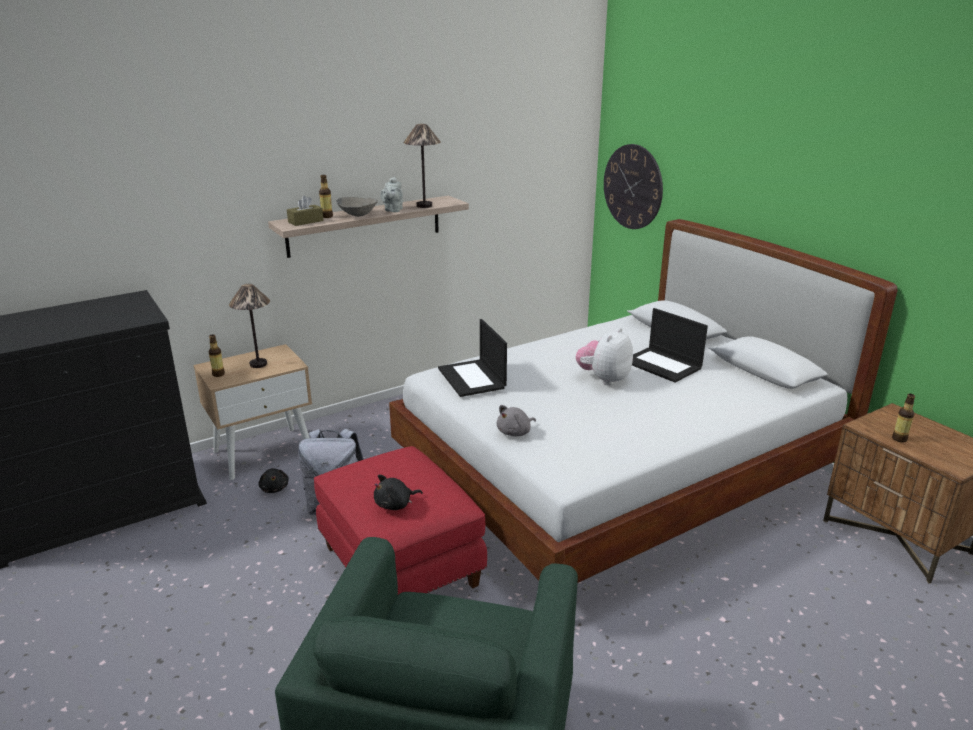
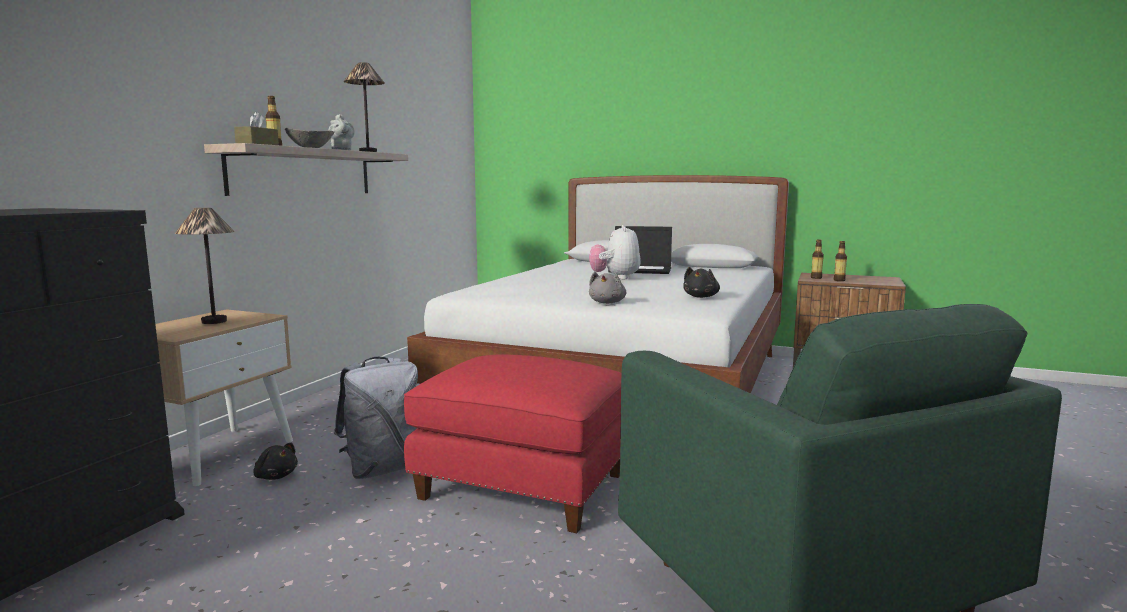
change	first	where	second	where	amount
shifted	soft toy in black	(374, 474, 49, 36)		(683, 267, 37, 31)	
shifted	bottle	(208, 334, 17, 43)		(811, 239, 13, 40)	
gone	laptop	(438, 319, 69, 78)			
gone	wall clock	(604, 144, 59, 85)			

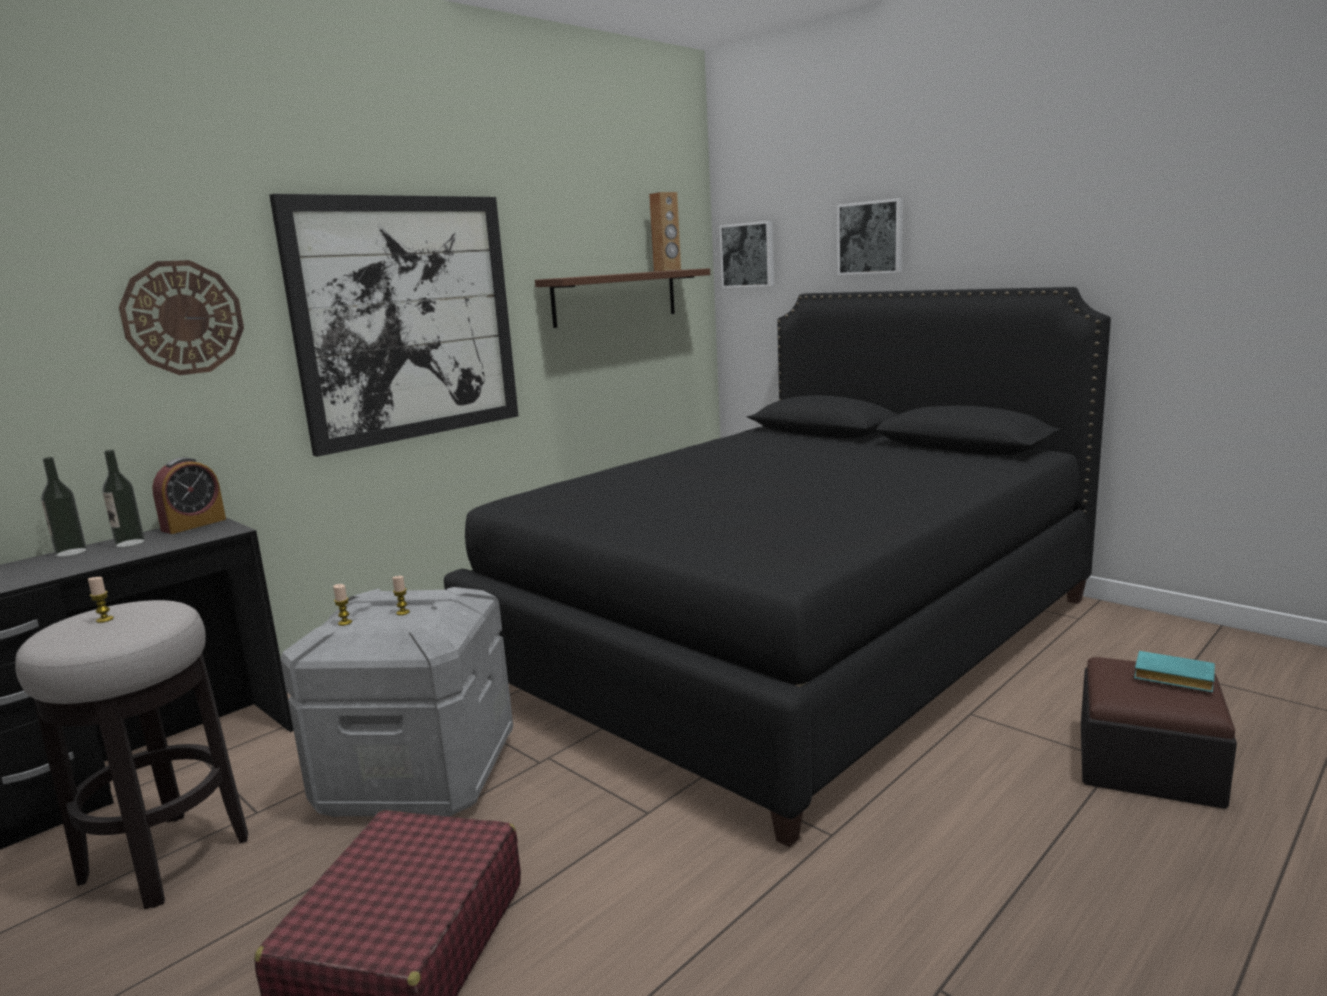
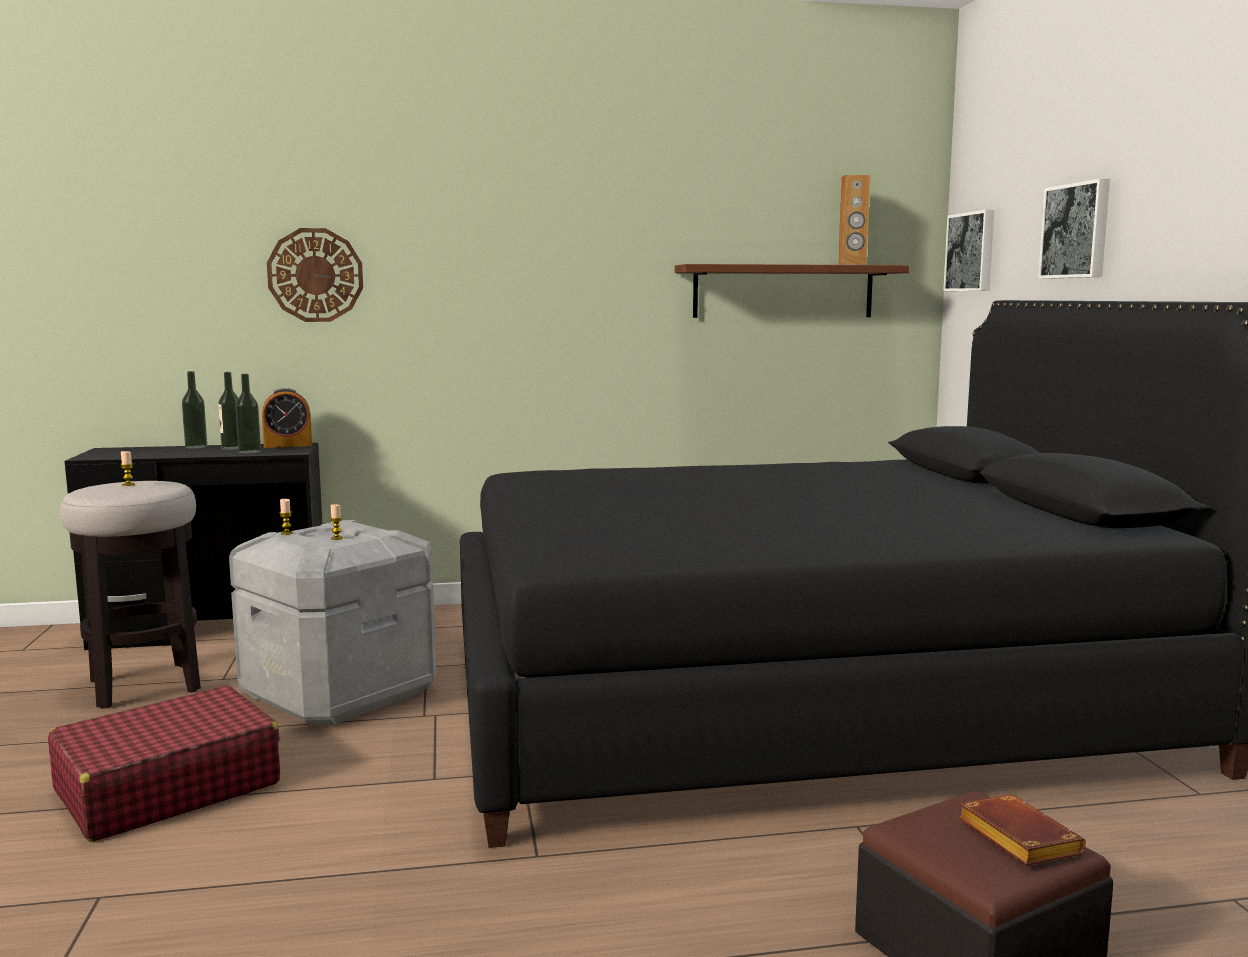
change	first	where	second	where	amount
new			bottle	(235, 374, 26, 80)	
repainted	book in turquoise	(1134, 651, 81, 41)	book in brownish	(958, 795, 128, 71)	
gone	picture	(269, 194, 249, 263)			

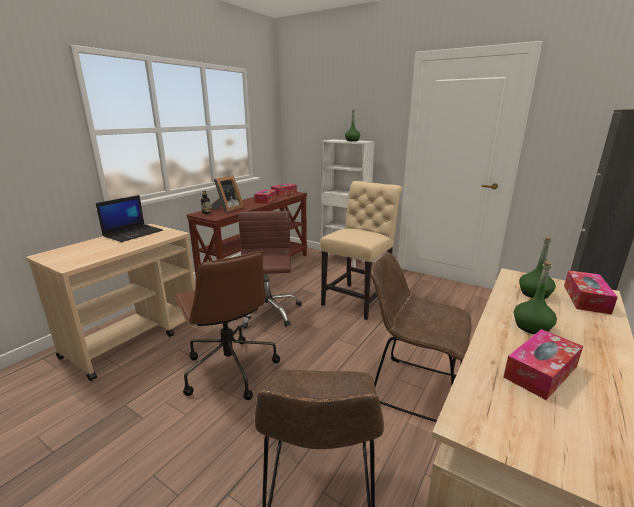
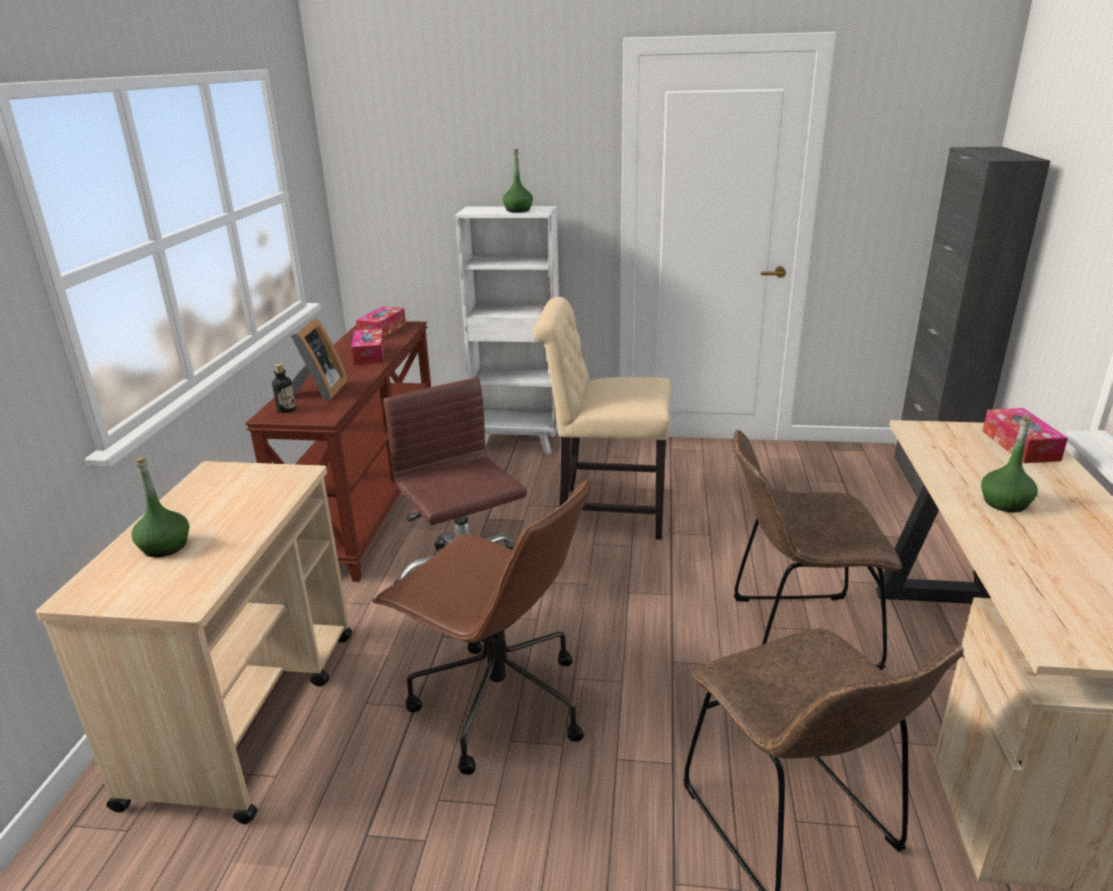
change	first	where	second	where	amount
shifted	bottle in greenish	(519, 237, 37, 62)		(131, 456, 58, 101)	
rotated	plain chair in beige	(320, 181, 82, 139)		(533, 297, 138, 243)	90 degrees counterclockwise
gone	laptop	(96, 195, 67, 47)			
gone	tissue holder	(503, 329, 80, 71)			

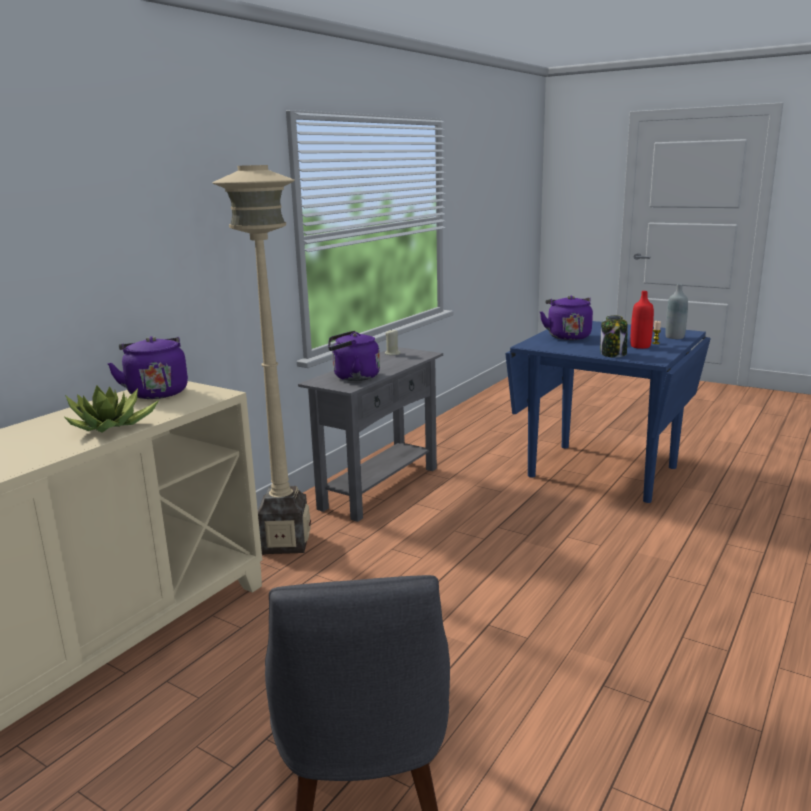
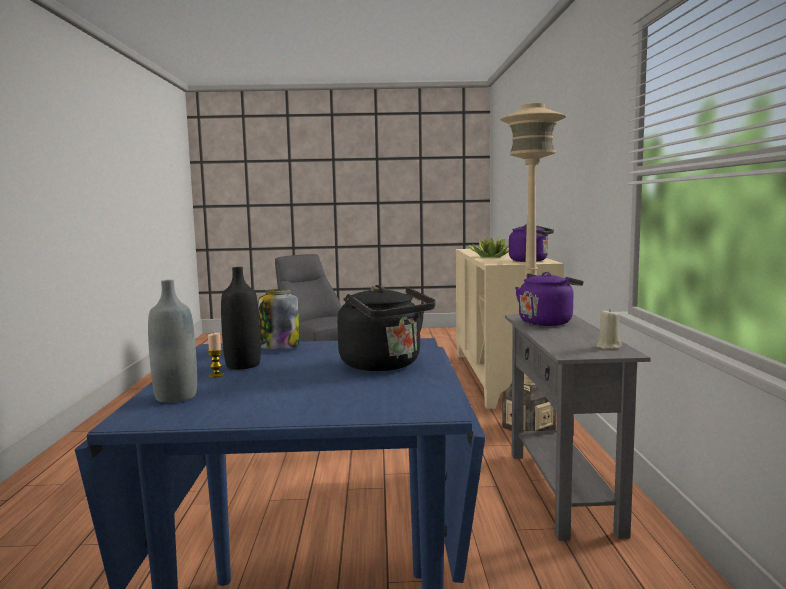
change	first	where	second	where	amount
repainted	bottle in red	(631, 291, 23, 58)	bottle in black	(221, 267, 40, 102)	
repainted	kettle in purple	(540, 295, 53, 45)	kettle in black	(337, 285, 99, 86)	

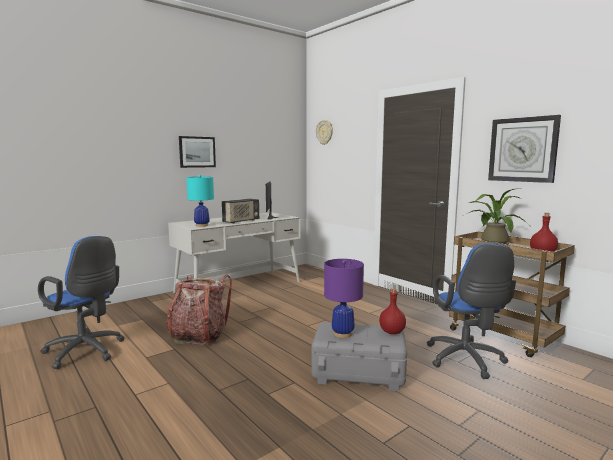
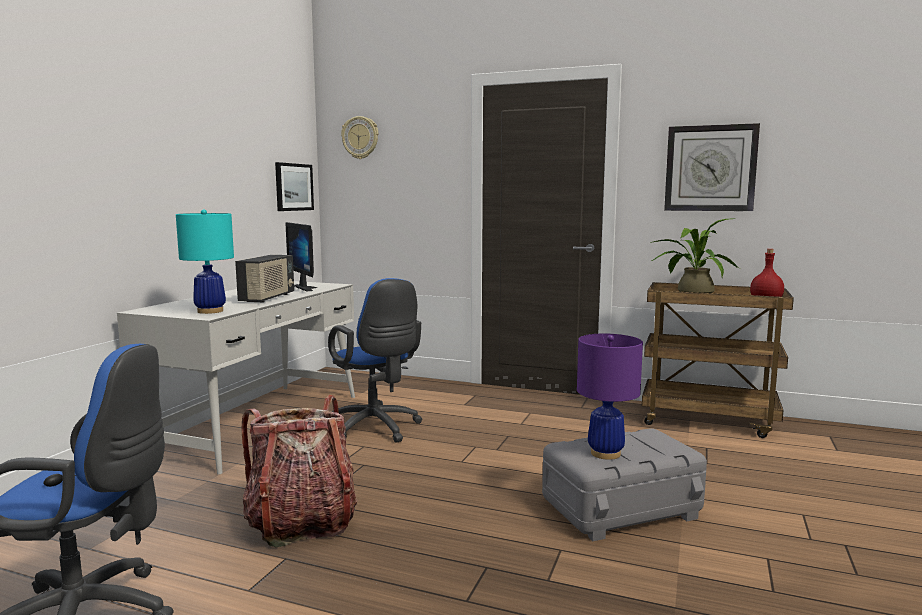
change	first	where	second	where	amount
shifted	picture	(179, 136, 37, 32)		(275, 162, 39, 49)	
shifted	office chair in blue-coloured	(427, 243, 89, 136)		(328, 278, 94, 165)	
gone	bottle in red	(379, 288, 27, 46)			

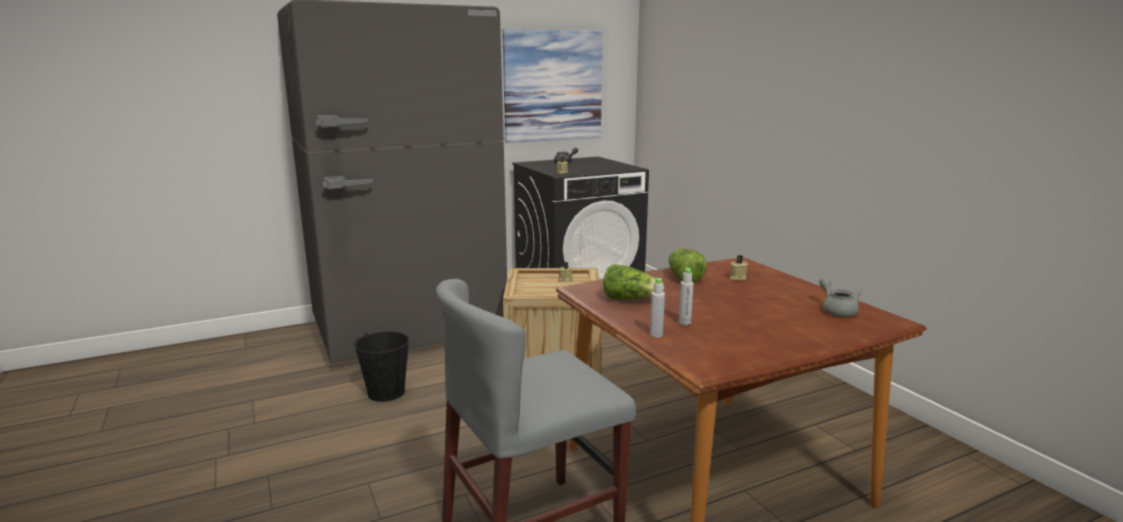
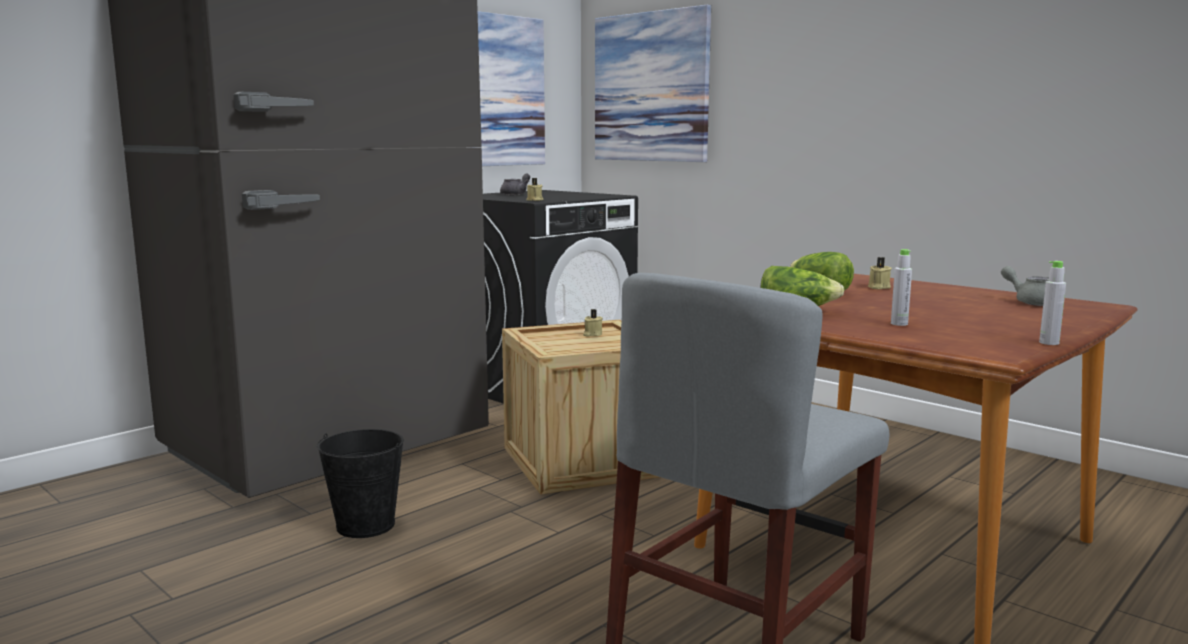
change	first	where	second	where	amount
new			picture	(595, 5, 116, 157)	
shifted	bottle in gray	(650, 278, 15, 60)		(1039, 261, 27, 84)	

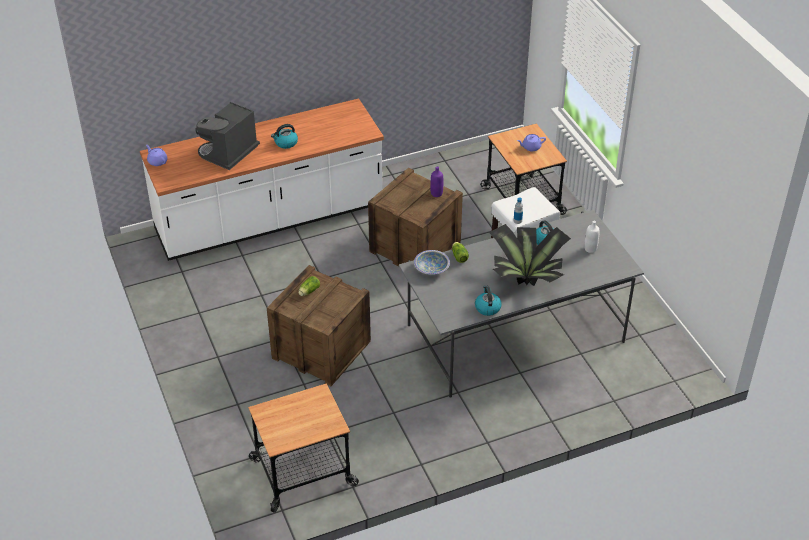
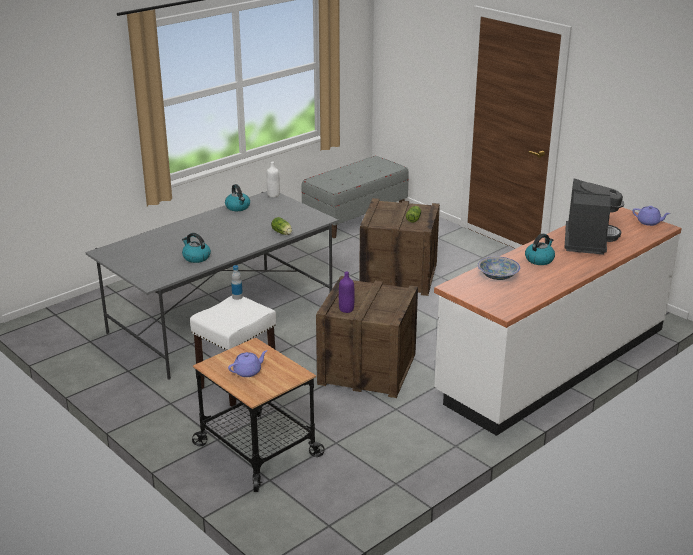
change	first	where	second	where	amount
shifted	bottle in white	(584, 221, 16, 32)		(266, 162, 14, 35)	
swapped	trolley	(248, 383, 111, 130)	indoor bench in gray	(301, 156, 108, 82)	
shifted	serving bowl	(414, 250, 36, 25)		(477, 257, 43, 23)	
gone	houseplant	(489, 224, 82, 62)			

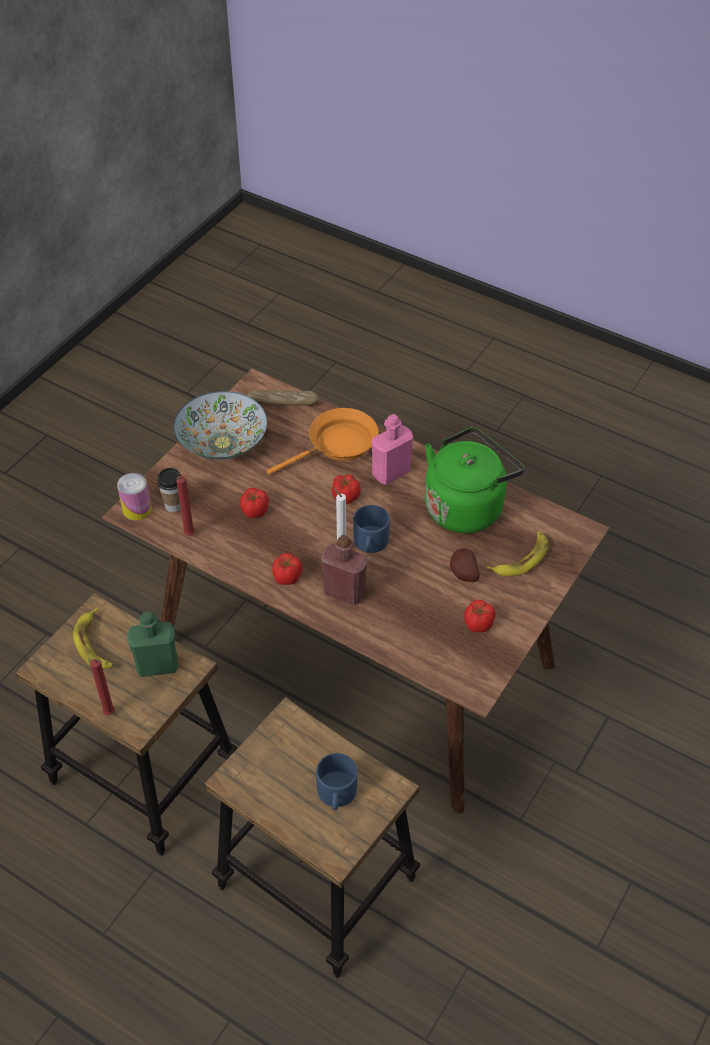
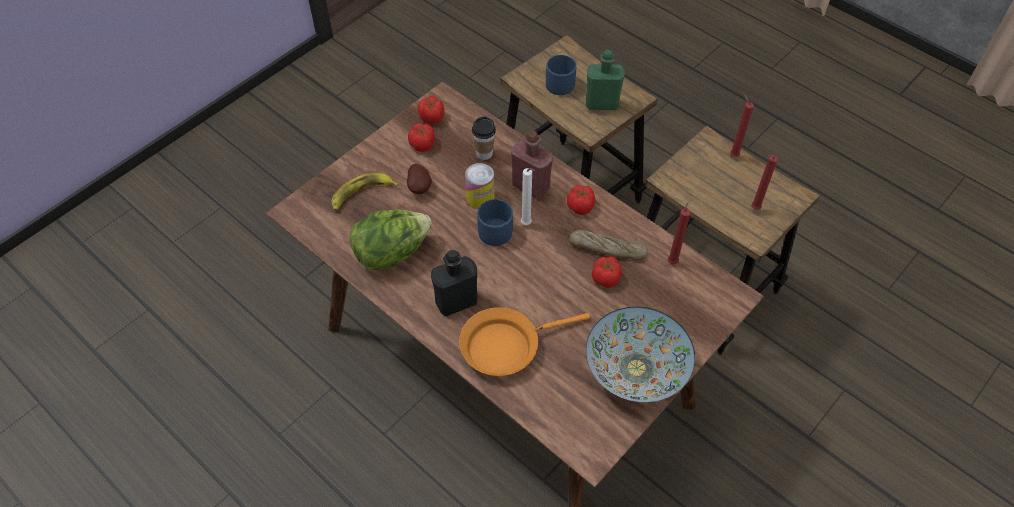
change	first	where	second	where	amount
swapped	kettle in greenish	(425, 427, 99, 106)	lettuce	(350, 209, 82, 61)	
shifted	whole tomato	(332, 474, 29, 30)		(418, 96, 26, 27)	
repainted	bottle in pinkish	(372, 414, 41, 71)	bottle in black	(431, 250, 46, 66)	
shifted	metal can	(117, 473, 35, 47)		(465, 163, 29, 46)	
shifted	small cup	(157, 468, 24, 44)		(472, 117, 24, 43)	
shifted	bakery bread	(247, 389, 72, 17)		(569, 230, 79, 30)	
shifted	bottle in greenish	(127, 612, 51, 65)		(586, 50, 39, 60)	
swapped	whole banana	(73, 608, 40, 61)	candle in red	(751, 155, 27, 55)	

